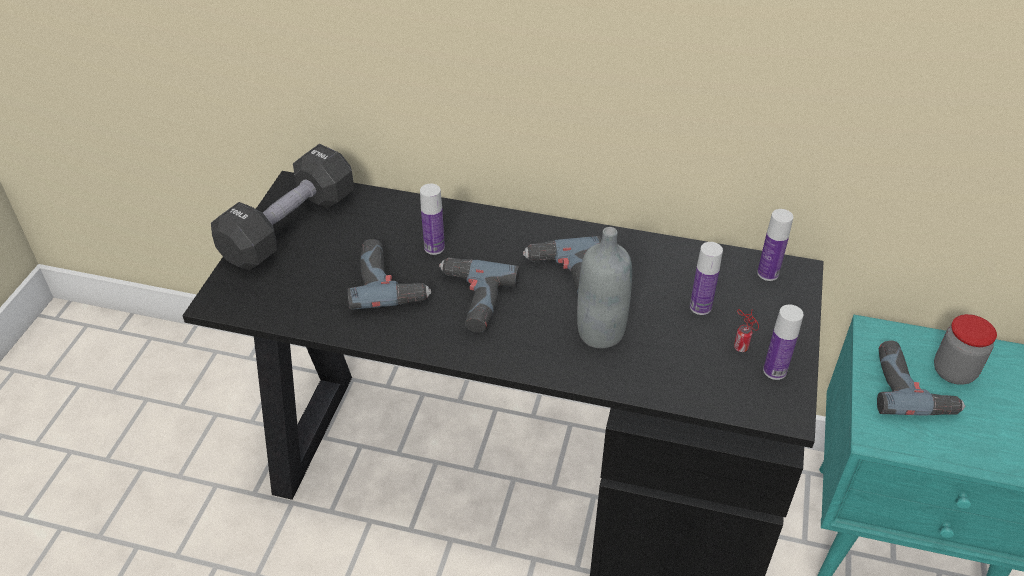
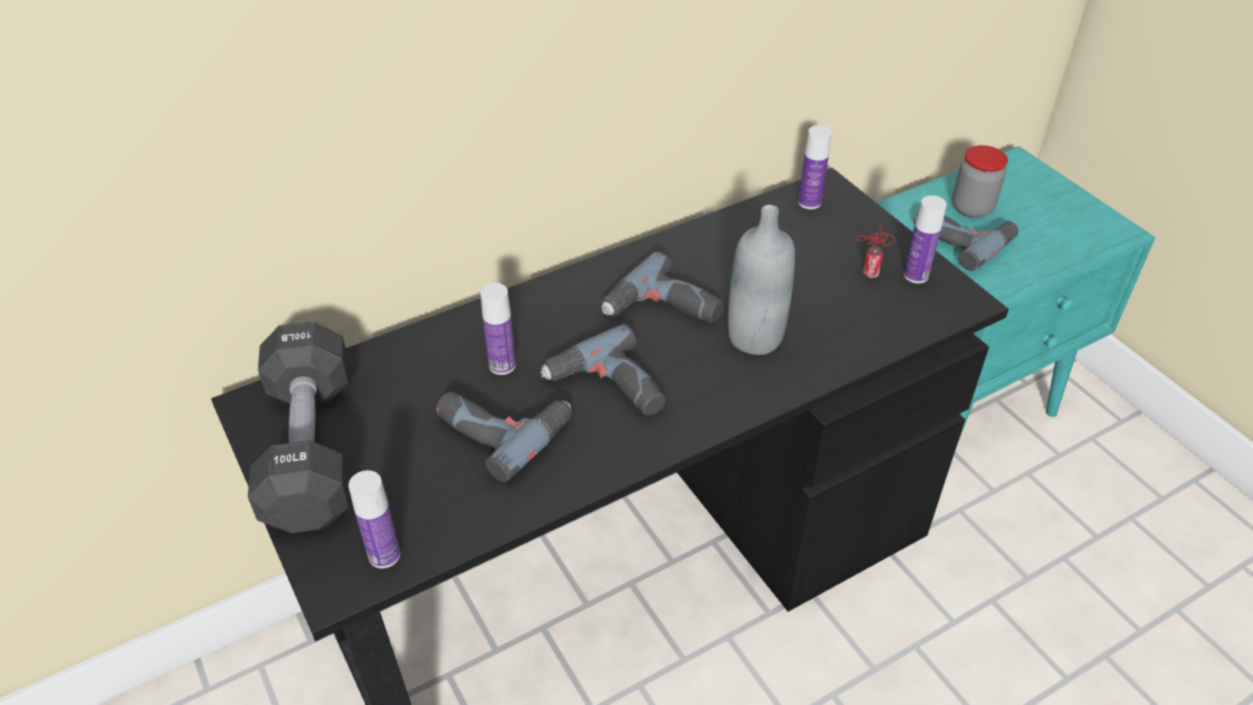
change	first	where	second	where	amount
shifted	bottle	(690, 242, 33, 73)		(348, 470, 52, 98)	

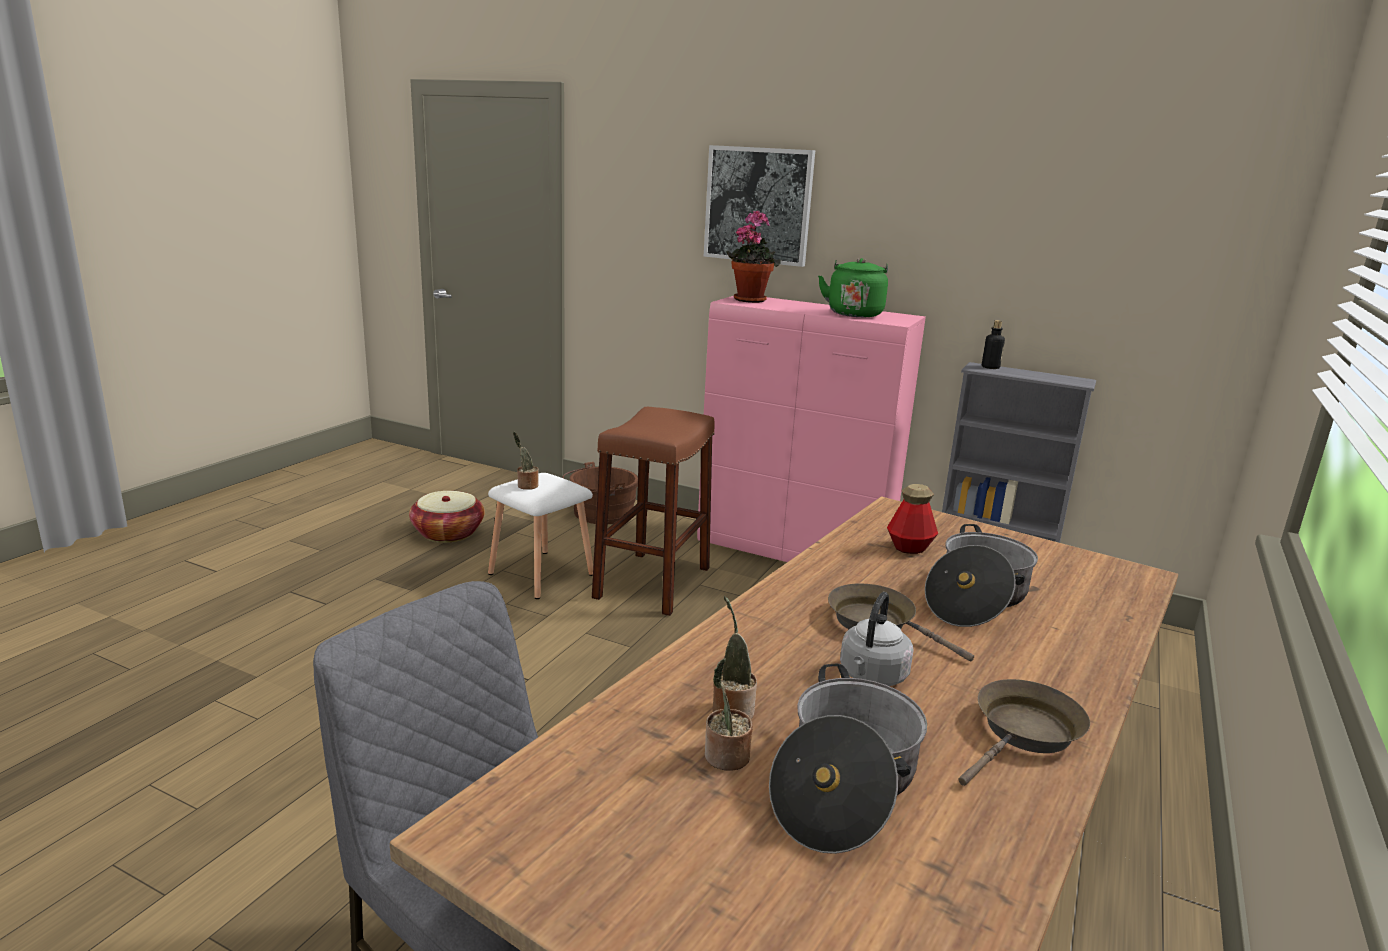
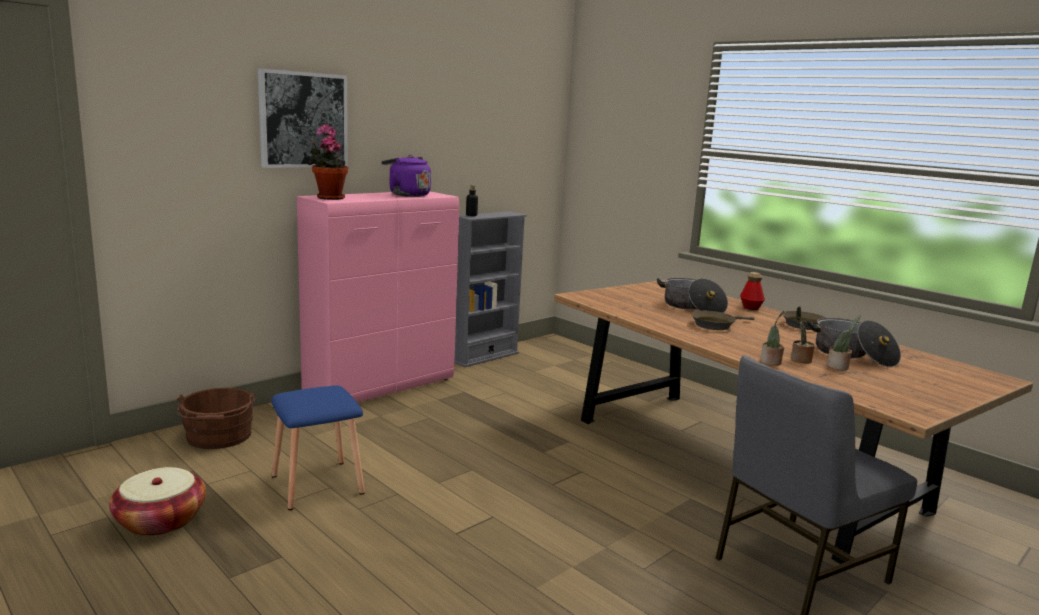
change	first	where	second	where	amount
repainted	sitting stool in white	(488, 473, 105, 126)	sitting stool in blue-coloured	(271, 385, 94, 125)	
repainted	kettle in greenish	(818, 258, 70, 59)	kettle in purple	(381, 155, 50, 42)	
shifted	bottle	(887, 484, 51, 70)		(740, 272, 25, 38)	
shifted	houseplant	(513, 432, 26, 58)		(760, 311, 24, 55)	
gone	sitting stool in brownish	(592, 407, 123, 209)			
gone	kettle in gray	(840, 592, 74, 94)			

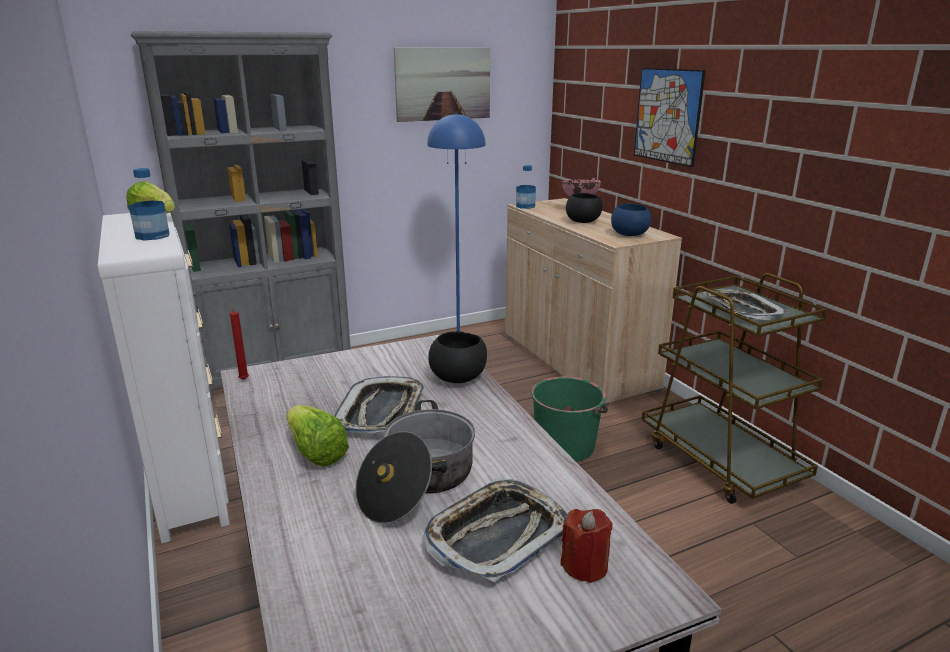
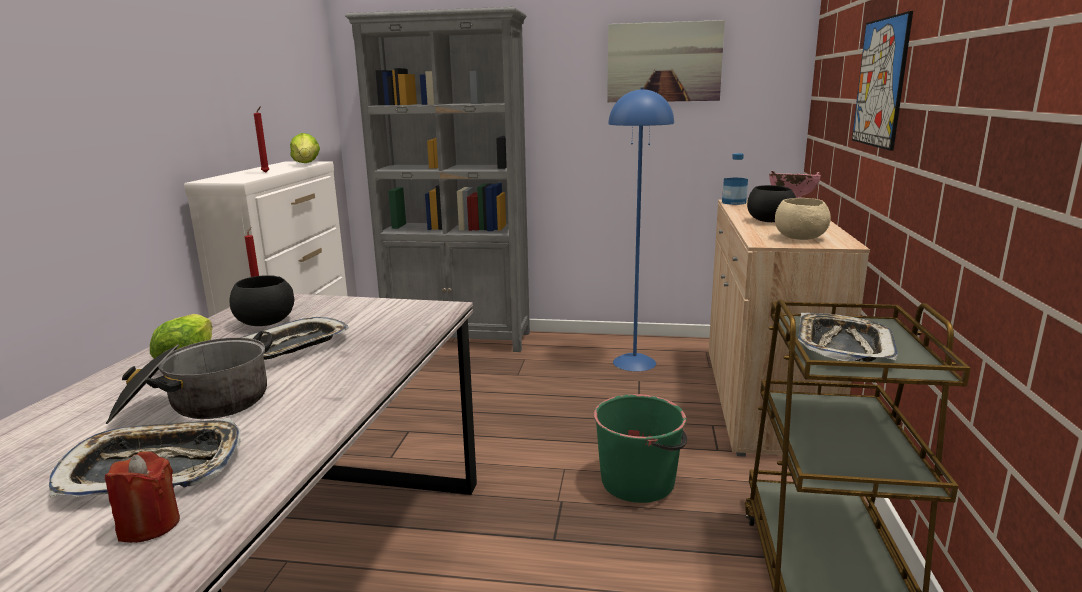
change	first	where	second	where	amount
shifted	serving bowl in black	(428, 331, 59, 52)		(230, 275, 64, 51)	
swapped	bottle	(129, 168, 40, 72)	candle in red	(254, 106, 15, 67)	
repainted	serving bowl in blue-coloured	(611, 204, 40, 32)	serving bowl in beige	(775, 198, 56, 42)	

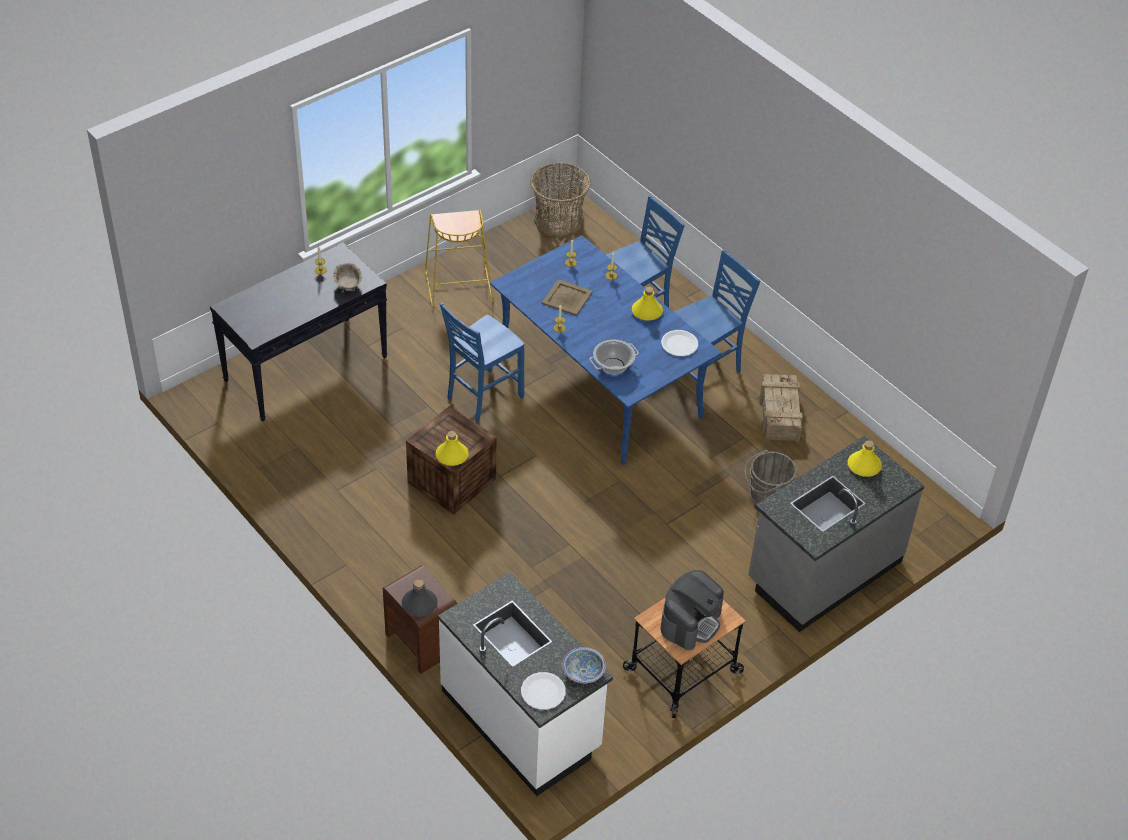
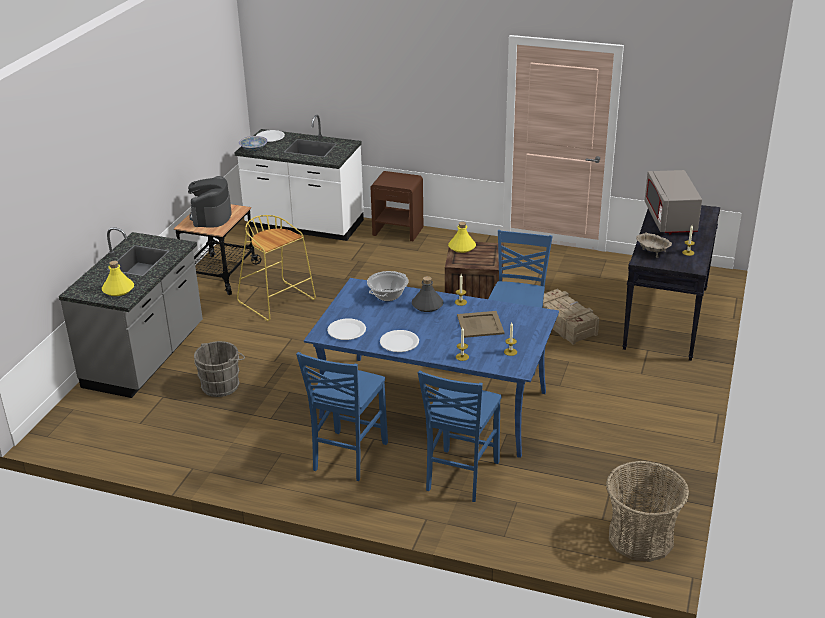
change	first	where	second	where	amount
shifted	sitting stool in yellowish	(425, 210, 69, 98)		(237, 215, 79, 106)	
swapped	bottle in yellowish	(632, 287, 31, 34)	plate in white	(380, 330, 39, 22)	
shifted	bottle in gray	(402, 579, 36, 38)		(412, 276, 32, 36)	
shifted	packing crate	(760, 374, 43, 68)		(543, 289, 56, 56)	
new			microwave in gray	(645, 170, 57, 65)	

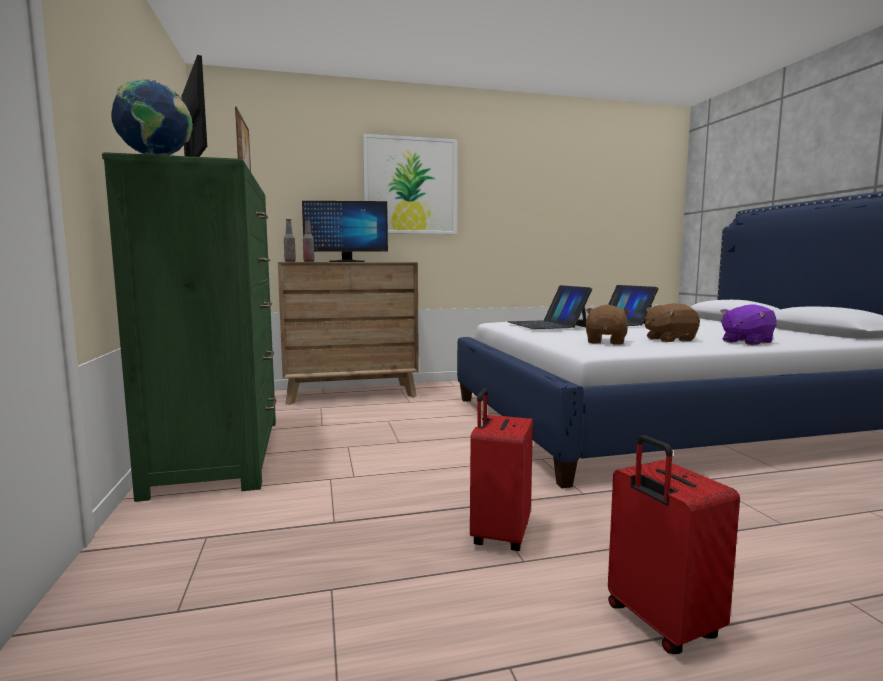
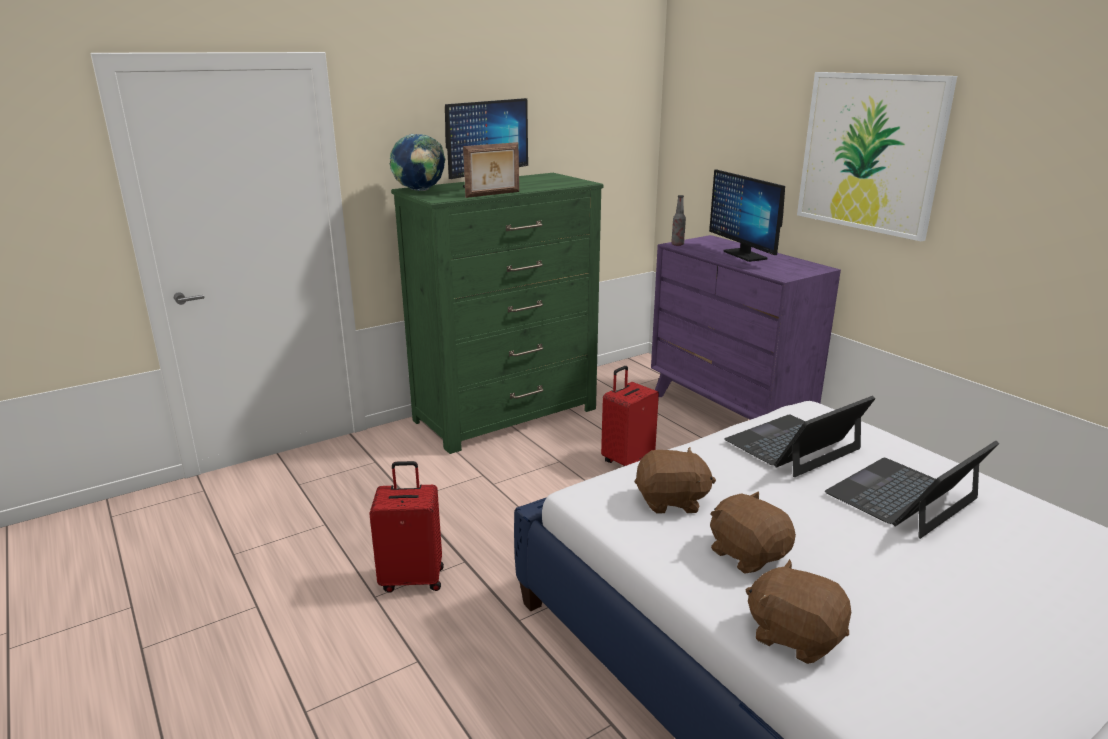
change	first	where	second	where	amount
shifted	suitcase in red	(608, 435, 132, 219)		(601, 366, 58, 101)	
repainted	drawer chest in brownish	(278, 262, 141, 143)	drawer chest in purple	(651, 235, 190, 185)	
repainted	soft toy in purple	(720, 304, 57, 41)	soft toy in brownish	(746, 559, 105, 105)	
gone	bottle	(303, 219, 12, 43)			

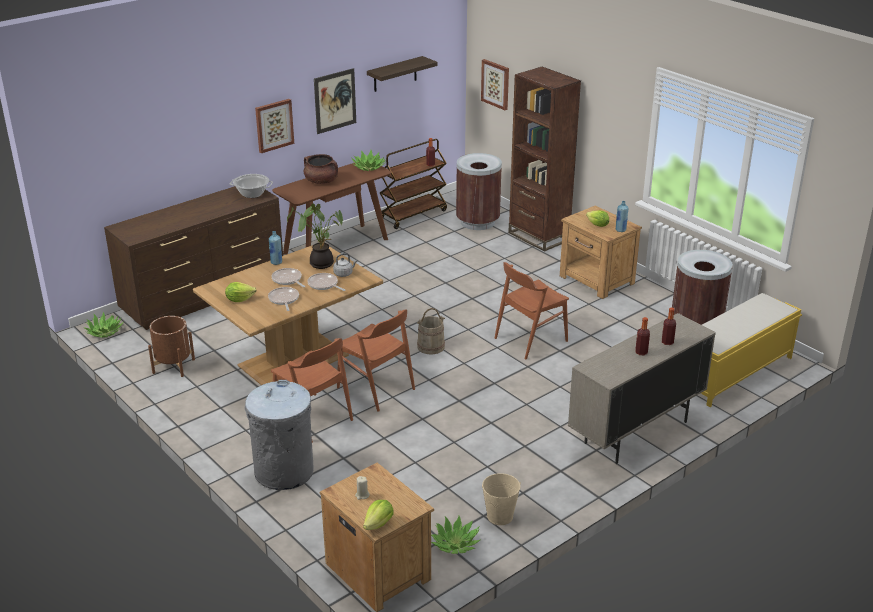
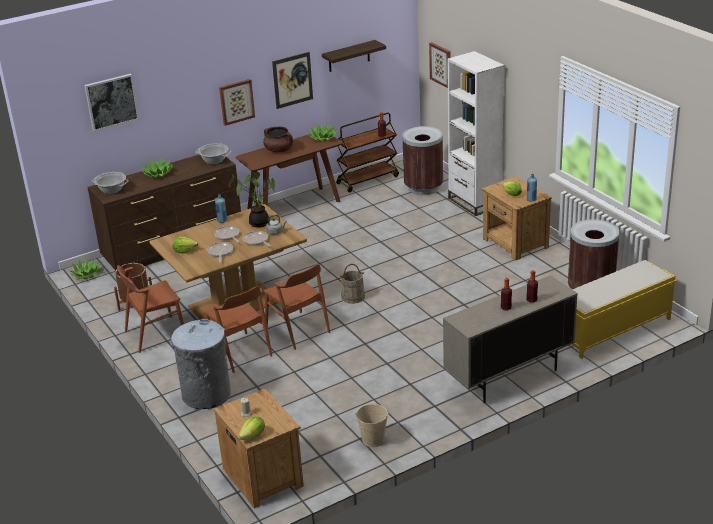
change	first	where	second	where	amount
new			picture	(85, 74, 54, 57)	
new			saucepot	(92, 172, 37, 22)	
shifted	plain chair in brownish	(495, 262, 74, 97)		(117, 265, 67, 88)	
shifted	houseplant	(431, 516, 50, 38)		(140, 157, 34, 21)	
repainted	bookshelf in brownish	(508, 67, 73, 185)	bookshelf in white	(447, 51, 57, 165)	

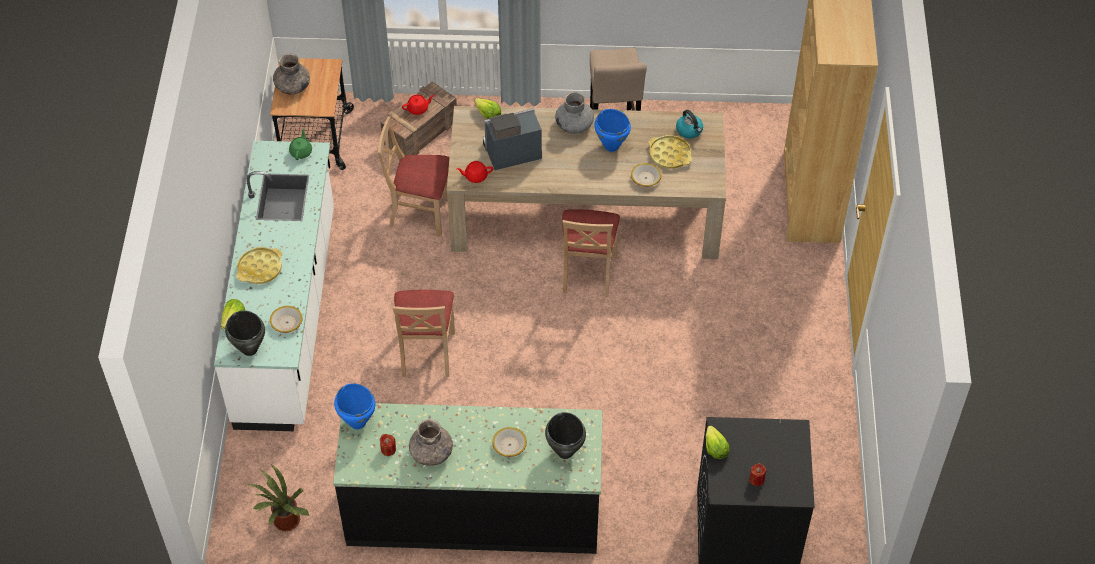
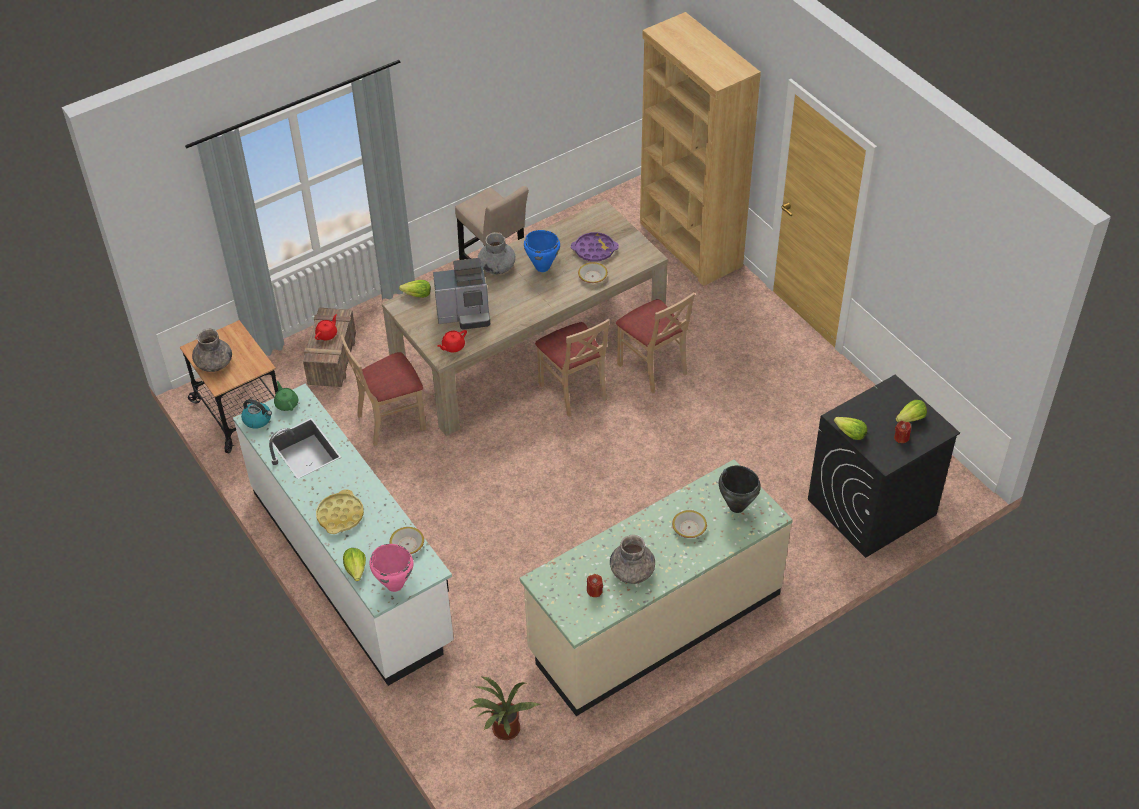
change	first	where	second	where	amount
shifted	kettle	(676, 110, 27, 29)		(241, 399, 31, 30)	
repainted	saucepot in black	(225, 311, 40, 45)	saucepot in pinkish	(369, 544, 45, 48)	
rotated	coffee brewer	(483, 108, 59, 62)		(433, 258, 57, 71)	135 degrees counterclockwise
repainted	kitchen counter in black	(333, 403, 269, 151)	kitchen counter in beige	(520, 459, 273, 257)	
repainted	serving tray in yellowish	(648, 135, 44, 34)	serving tray in purple	(571, 232, 48, 30)	
shifted	plain chair in beige	(393, 290, 62, 87)		(616, 292, 79, 102)	
new			lettuce	(896, 400, 31, 22)	
gone	saucepot in blue-coloured	(334, 383, 41, 46)			

